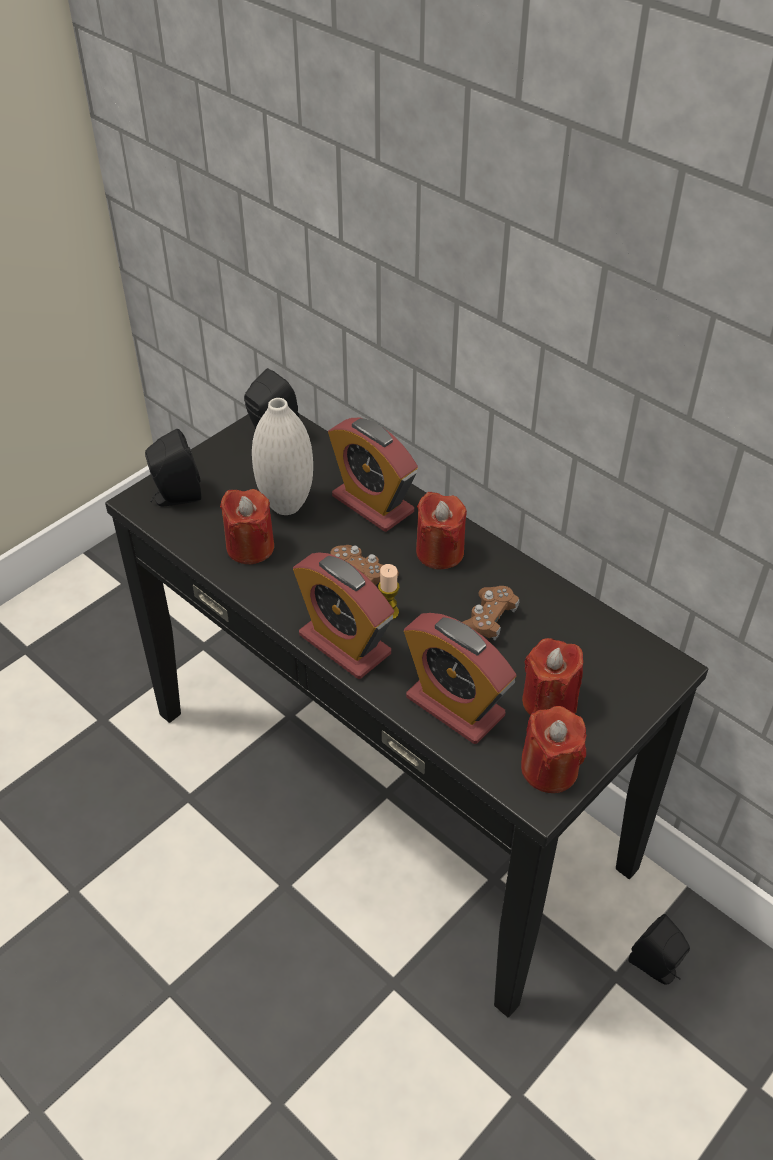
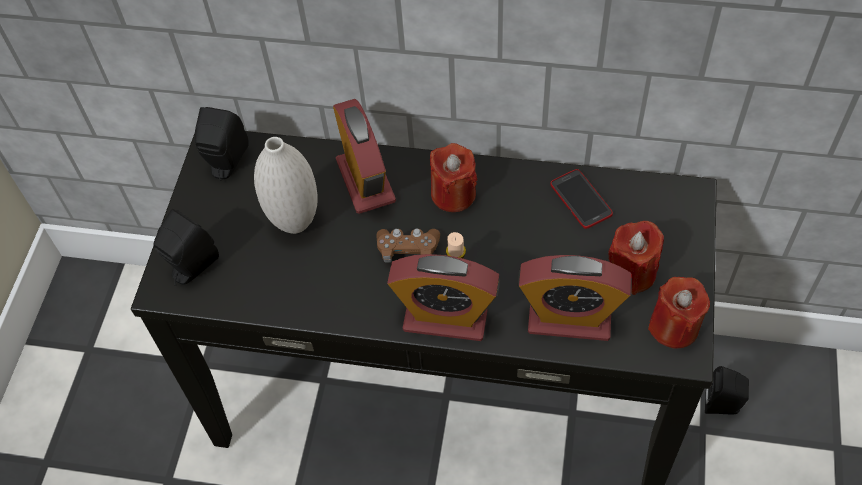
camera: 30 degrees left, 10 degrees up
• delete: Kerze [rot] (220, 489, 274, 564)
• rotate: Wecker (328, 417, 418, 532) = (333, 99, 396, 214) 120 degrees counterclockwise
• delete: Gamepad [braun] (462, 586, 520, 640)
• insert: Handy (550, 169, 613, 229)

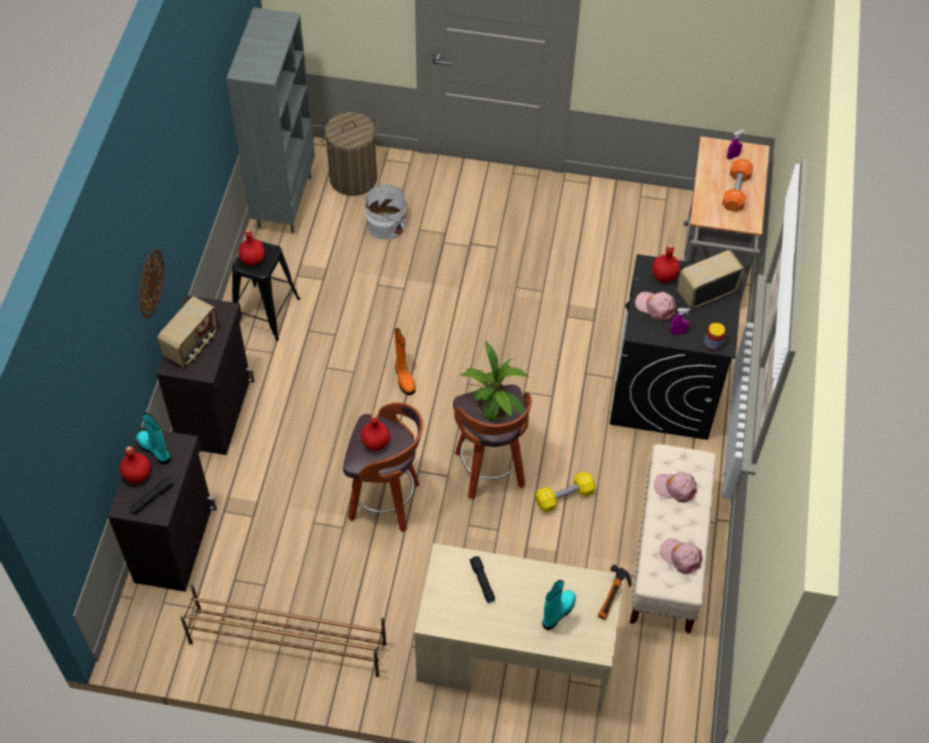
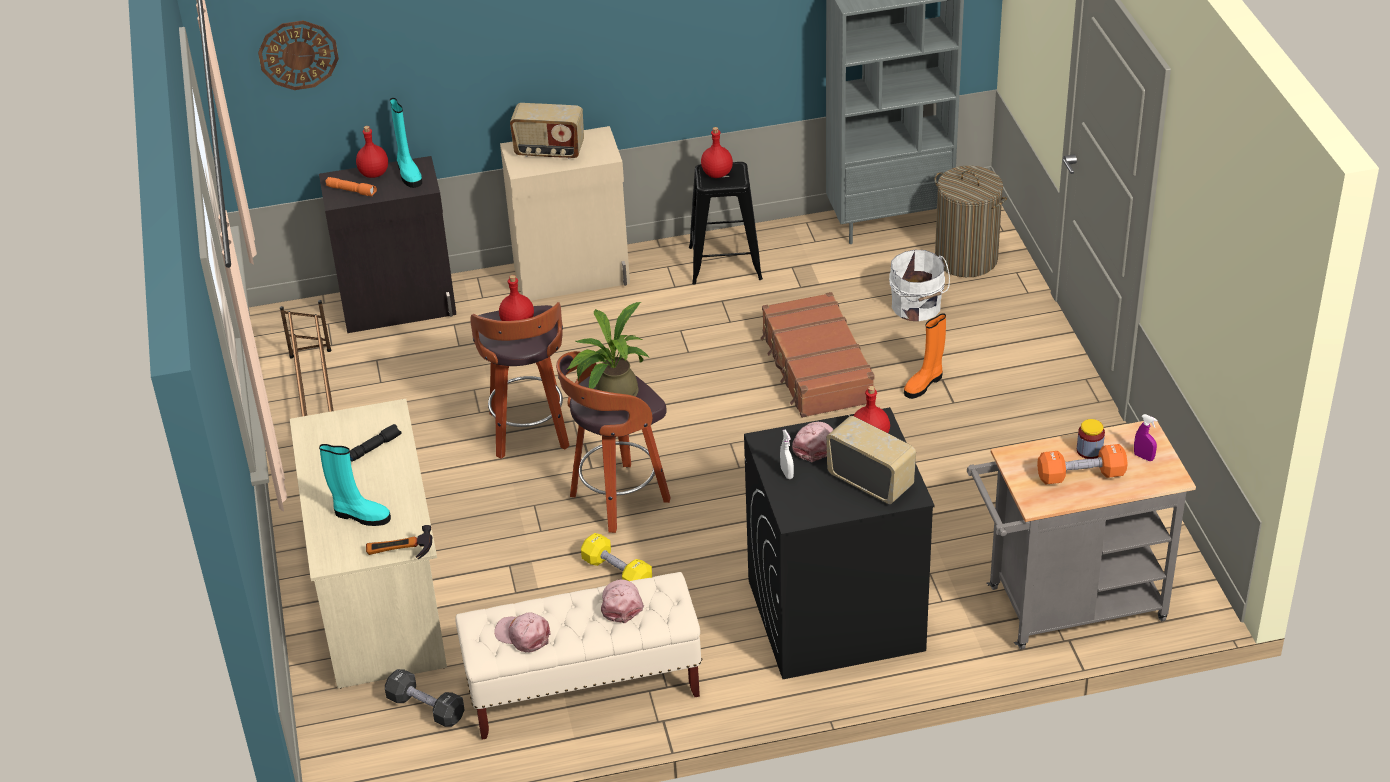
camera: 70 degrees right, 15 degrees down
• recolor: Taschenlampe [schwarz] (130, 478, 174, 515) to Taschenlampe [orange] (325, 177, 377, 196)
• rotate: Stiefel [türkis] (136, 413, 170, 465) = (390, 98, 422, 188) 135 degrees clockwise
• move: Wanduhr (140, 249, 164, 318) to (258, 20, 339, 90)
• recolor: Schrank [schwarz] (157, 295, 255, 455) to Schrank [beige] (500, 126, 630, 301)
• move: Stiefel [orange] (395, 328, 415, 395) to (904, 313, 946, 399)
• rotate: Kappe [rosa] (660, 539, 703, 574) = (494, 612, 550, 652) 75 degrees counterclockwise
• recolor: Sprühflasche [lila] (670, 308, 690, 335) to Sprühflasche [weiß] (780, 430, 794, 479)
• move: Vorratsglas (704, 323, 726, 351) to (1077, 419, 1105, 459)
• insert: Hantel [schwarz] (385, 669, 464, 727)
• insert: Koffer [braun] (761, 292, 875, 418)

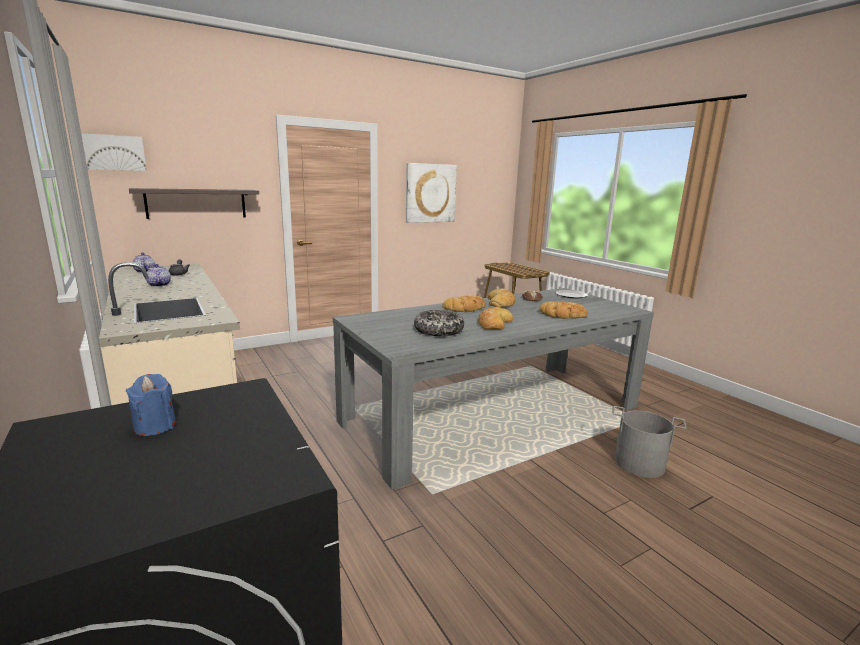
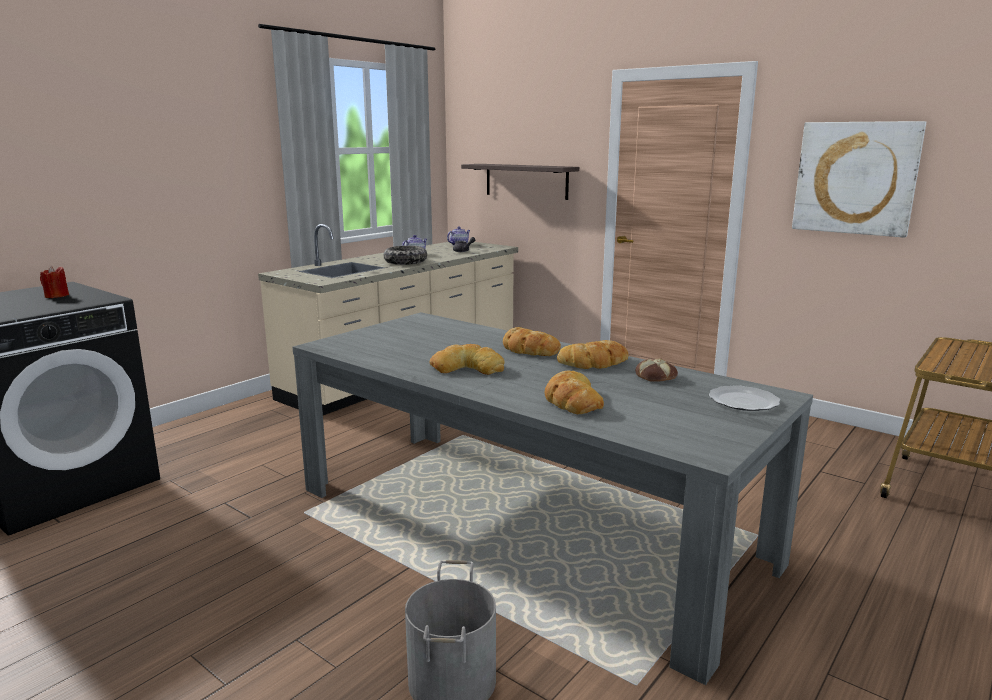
camera: 70 degrees right, 0 degrees up
• delete: Bild (82, 133, 147, 171)
• recolor: Kerze [blau] (126, 374, 176, 436) to Kerze [rot] (40, 265, 69, 298)
• move: Schüssel (414, 310, 464, 337) to (384, 246, 427, 265)

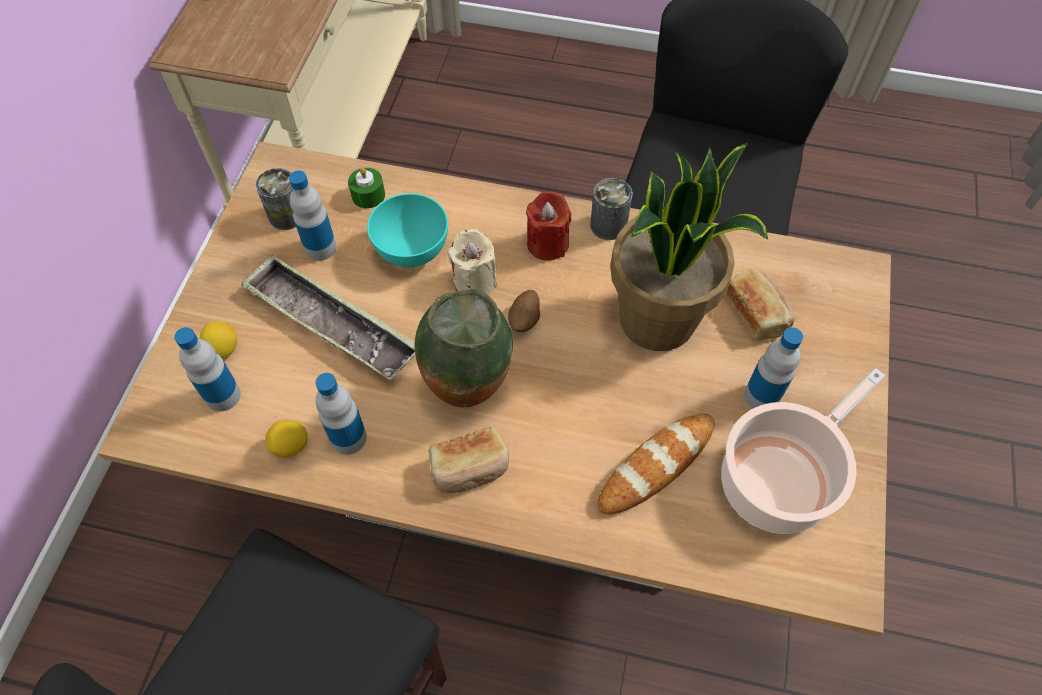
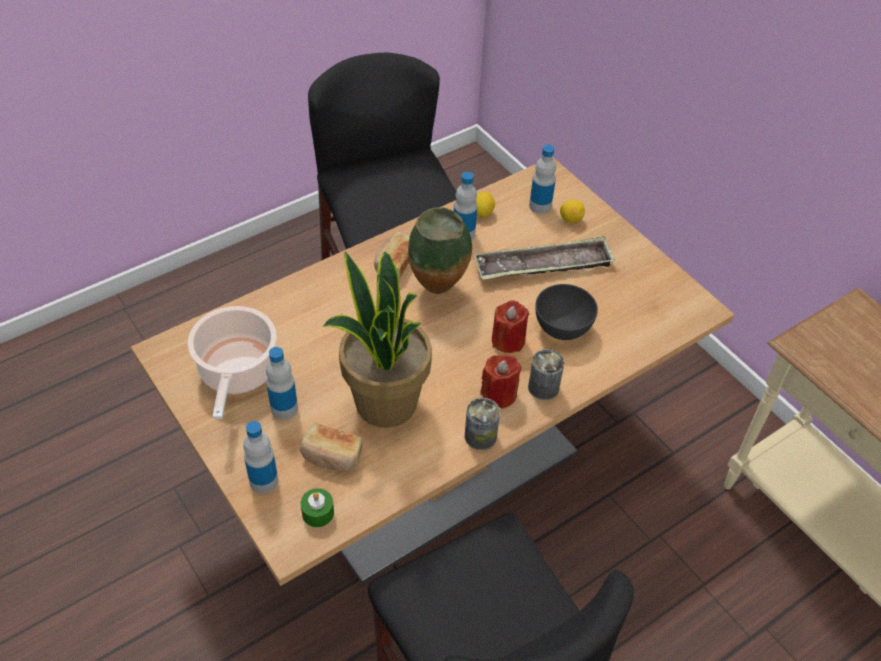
camera: 130 degrees right, 10 degrees down
• move: Dose (256, 168, 296, 230) to (528, 349, 564, 400)
• move: Flasche (289, 170, 337, 261) to (243, 421, 278, 493)
• move: Kerze [grün] (348, 167, 385, 208) to (301, 488, 334, 527)
• recolor: Schüssel [türkis] (367, 193, 448, 267) to Schüssel [grau] (535, 284, 598, 340)
• recolor: Kerze [beige] (447, 229, 497, 295) to Kerze [rot] (492, 300, 529, 353)
• delete: Kartoffel (508, 290, 540, 332)
• delete: Brot (597, 414, 715, 514)

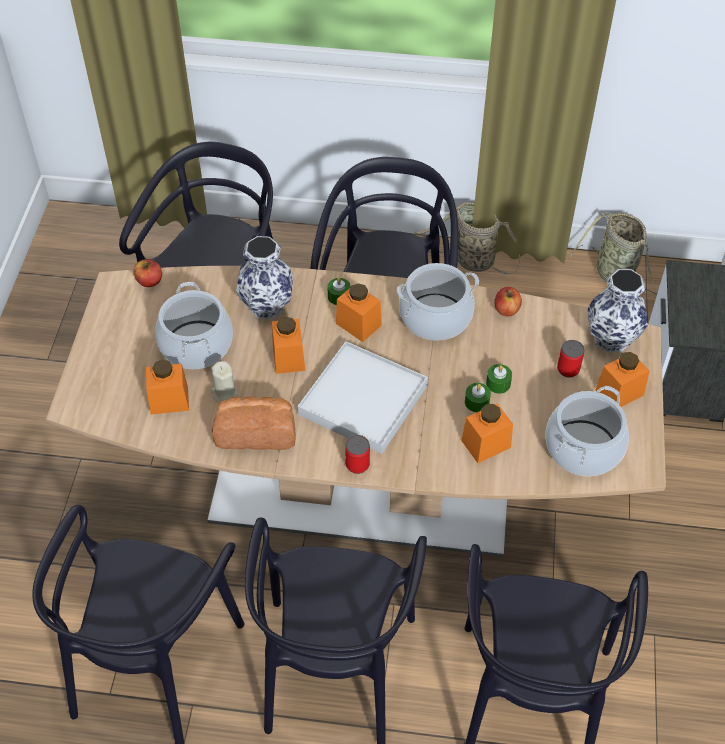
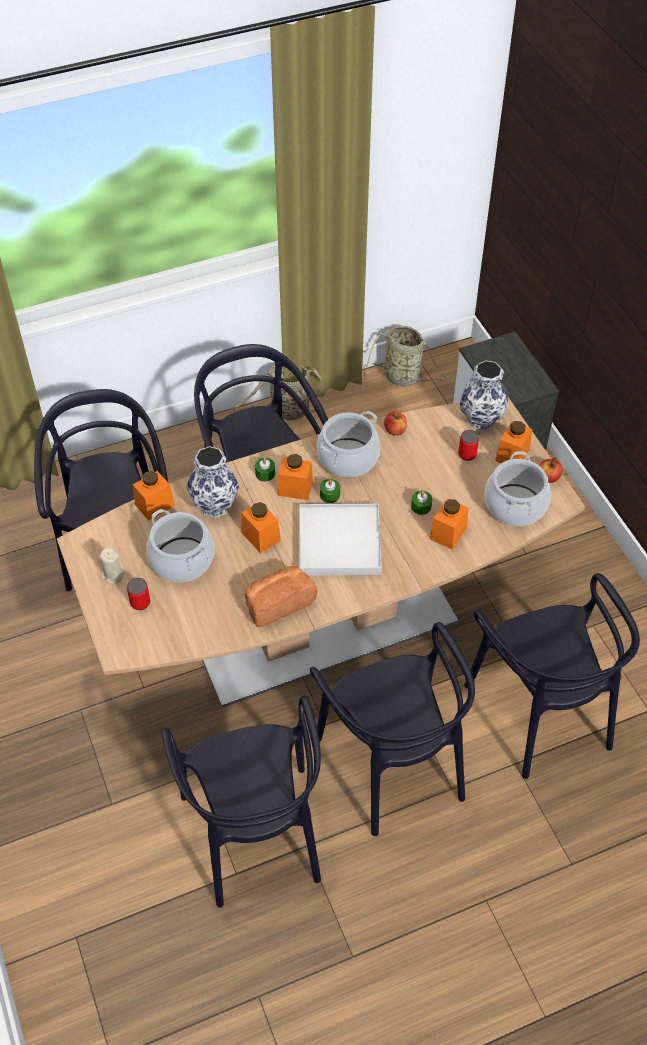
camera: 30 degrees left, 0 degrees up
• move: Apfel (133, 259, 162, 287) to (539, 459, 563, 483)
• move: Vorratsglas [orange] (146, 360, 189, 415) to (133, 471, 175, 521)
• move: Kerze [beige] (211, 361, 238, 403) to (99, 548, 125, 584)
• move: Dose (345, 435, 370, 474) to (127, 578, 150, 610)
• move: Kerze [grün] (486, 364, 512, 394) to (320, 479, 340, 503)

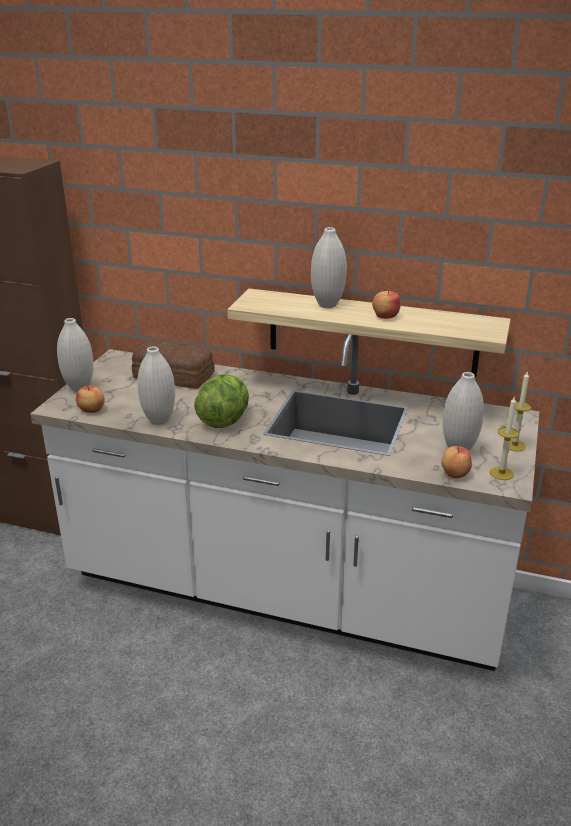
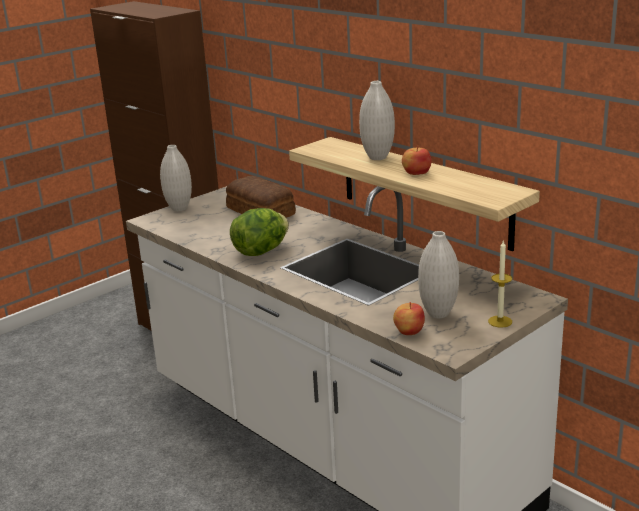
camera: 30 degrees right, 5 degrees down
• delete: Apfel (76, 386, 105, 413)
• delete: Vase [weiß] (137, 346, 175, 425)
• delete: Kerze (490, 397, 519, 480)

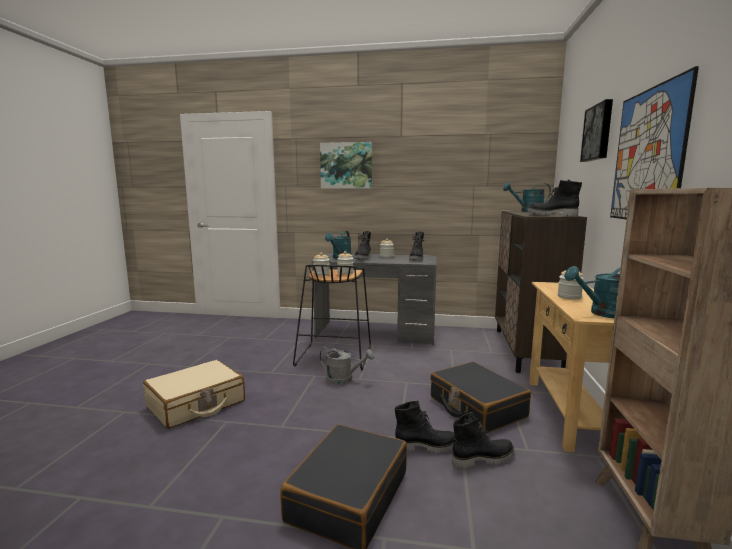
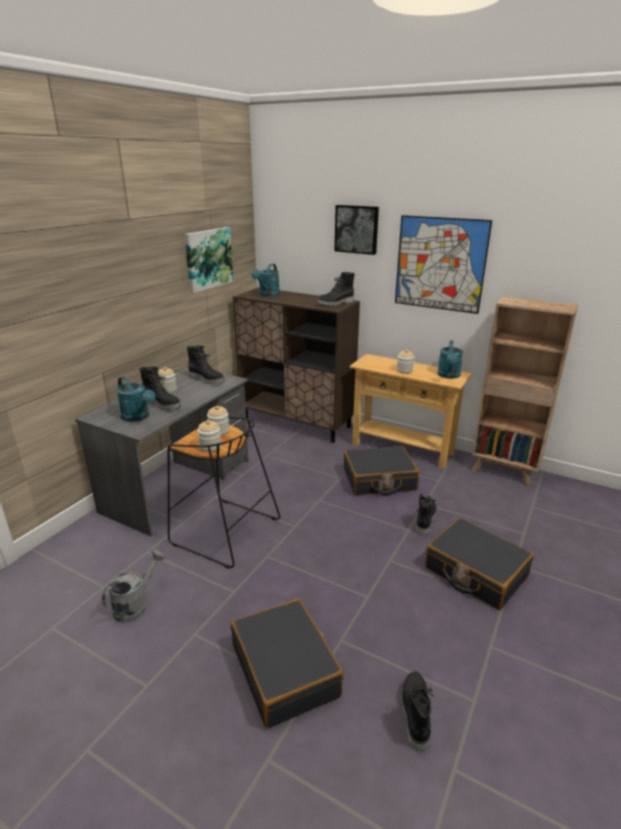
camera: 70 degrees left, 15 degrees up
• recolor: Koffer [beige] (143, 360, 245, 429) to Koffer [schwarz] (231, 598, 344, 728)
• move: Bild (320, 142, 372, 189) to (184, 227, 233, 293)
• move: Gießkanne [grau] (320, 346, 374, 385) to (102, 550, 165, 623)
• move: Stiefel [schwarz] (452, 412, 515, 469) to (401, 672, 434, 752)

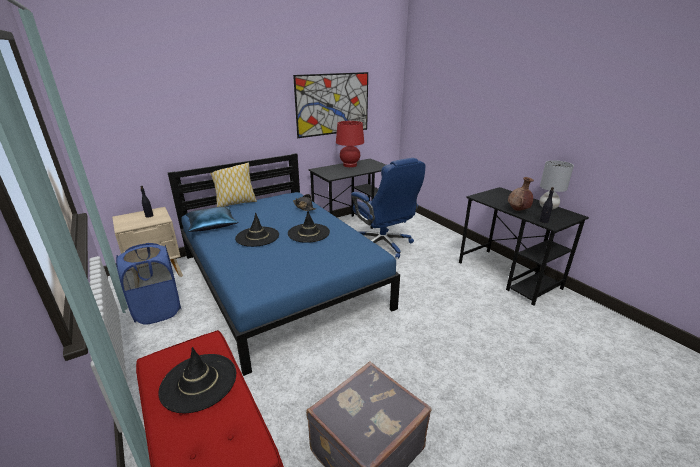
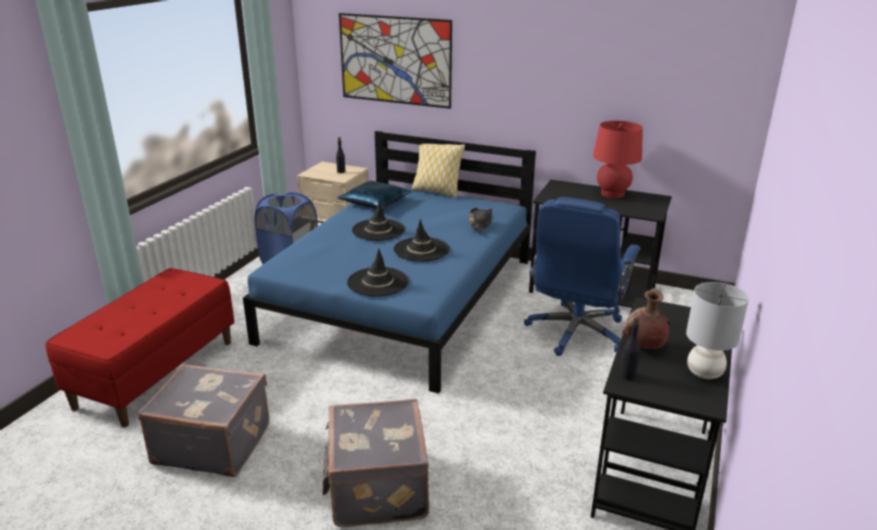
camera: 55 degrees right, 0 degrees up
• move: Hut [schwarz] (158, 347, 236, 413) to (347, 249, 409, 297)
• move: Bild (293, 72, 368, 138) to (339, 13, 452, 109)
• insert: Koffer [grau] (322, 399, 429, 527)

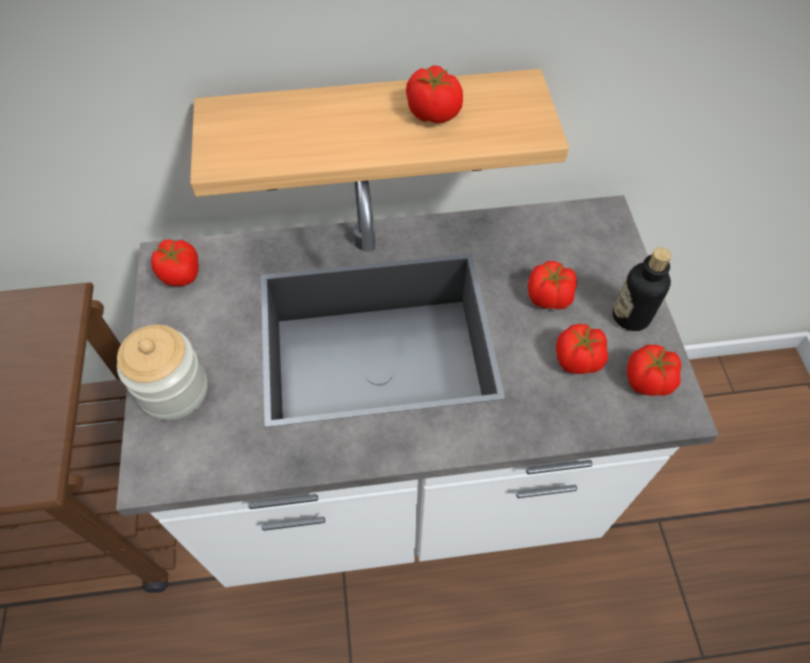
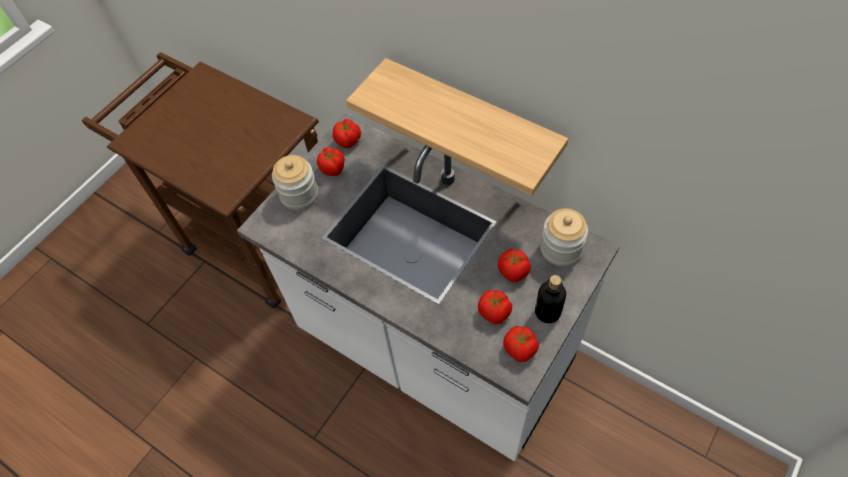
camera: 45 degrees right, 0 degrees up
• move: Tomate (406, 65, 463, 123) to (317, 147, 345, 176)
• insert: Vorratsglas (540, 208, 588, 266)

